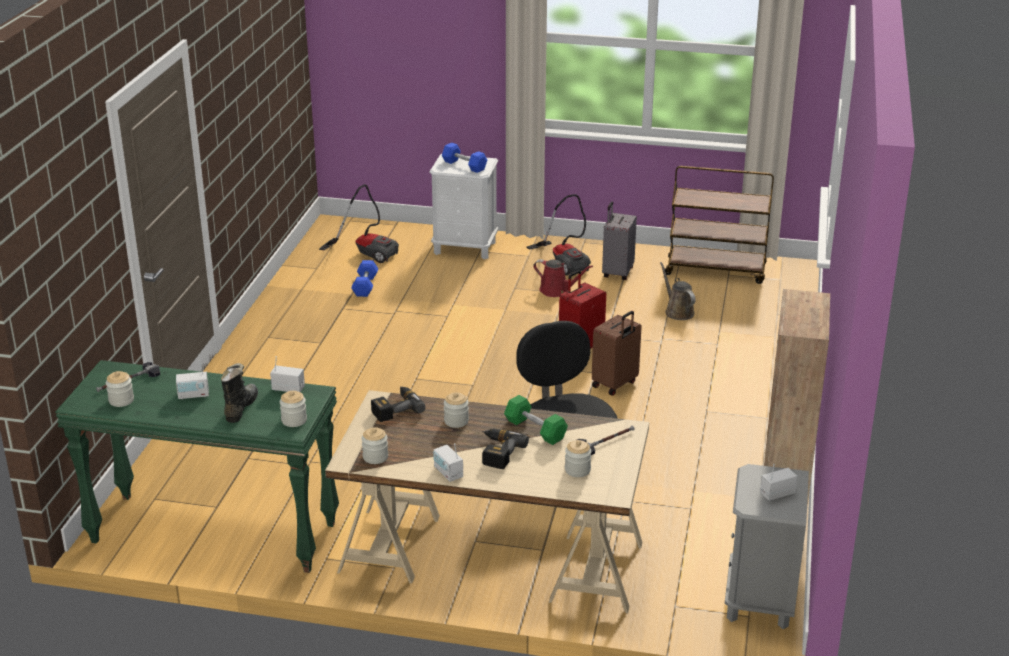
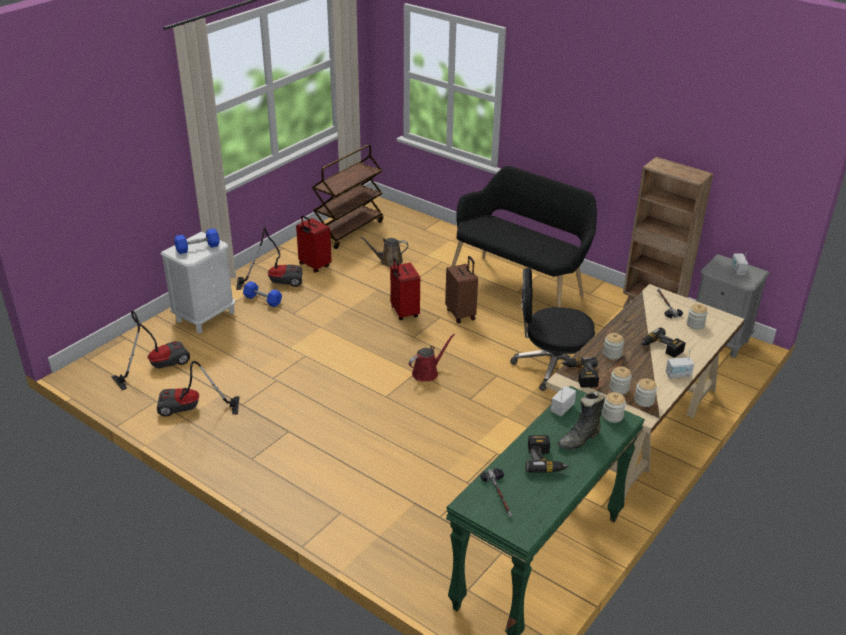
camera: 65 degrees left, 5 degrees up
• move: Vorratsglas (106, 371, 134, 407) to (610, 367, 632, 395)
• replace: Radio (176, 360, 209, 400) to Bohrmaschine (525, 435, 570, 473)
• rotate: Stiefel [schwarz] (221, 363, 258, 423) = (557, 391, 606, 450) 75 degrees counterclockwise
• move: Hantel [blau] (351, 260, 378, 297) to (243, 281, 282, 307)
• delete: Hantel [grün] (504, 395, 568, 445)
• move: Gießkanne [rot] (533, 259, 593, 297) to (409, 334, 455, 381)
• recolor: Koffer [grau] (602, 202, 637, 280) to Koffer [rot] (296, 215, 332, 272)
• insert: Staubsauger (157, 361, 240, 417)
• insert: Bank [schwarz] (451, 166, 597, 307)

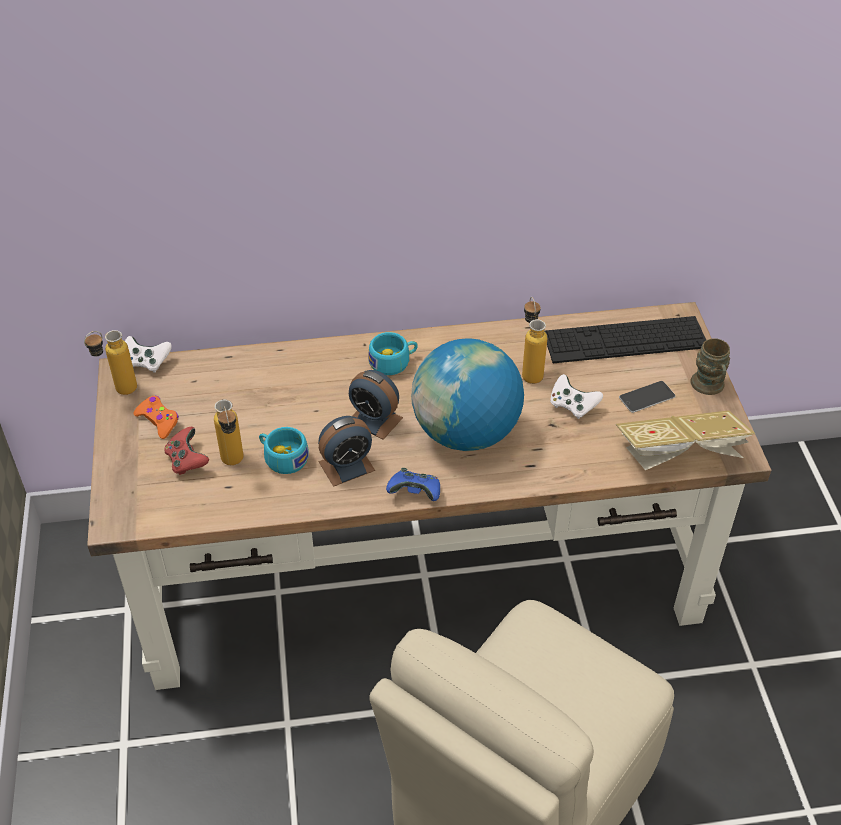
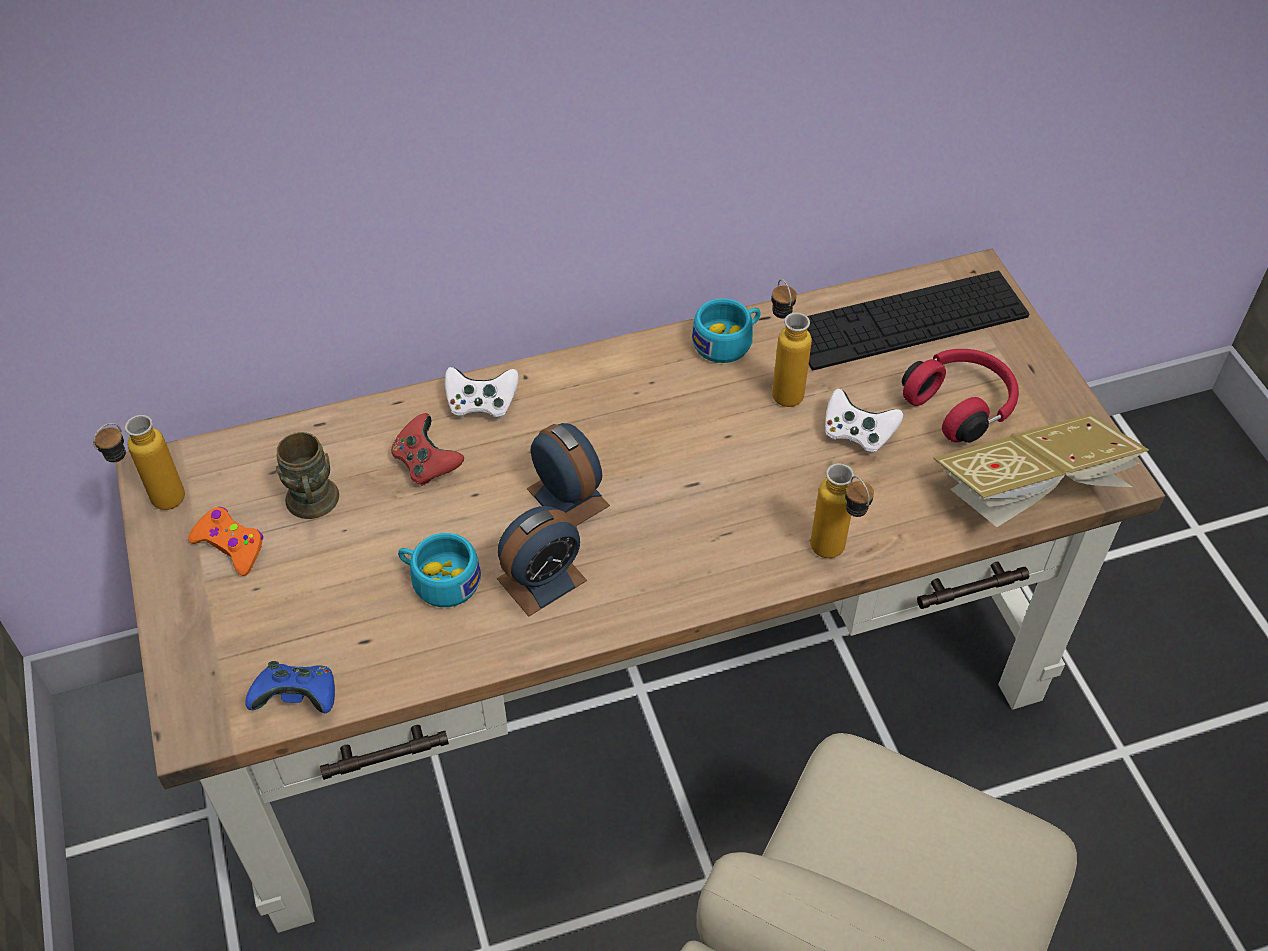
camera: 10 degrees left, 5 degrees up
• move: Gamepad [weiß] (125, 336, 172, 373) to (445, 367, 519, 419)
• move: Gamepad [rot] (164, 427, 209, 475) to (391, 413, 464, 486)
• move: Flasche (214, 400, 244, 465) to (810, 463, 874, 558)
• rotate: Wecker (349, 370, 403, 440) = (527, 423, 610, 526) 150 degrees counterclockwise
• move: Tasse [türkis] (368, 332, 418, 375) to (692, 298, 760, 363)
• move: Gamepad [blau] (386, 468, 440, 501) to (245, 661, 335, 713)
• delete: Globus (411, 338, 524, 451)
• replace: Handy (619, 381, 676, 413) to Kopfhörer [rot] (902, 349, 1019, 443)
• move: Henkelbecher [braun] (690, 338, 730, 395) to (276, 432, 339, 519)

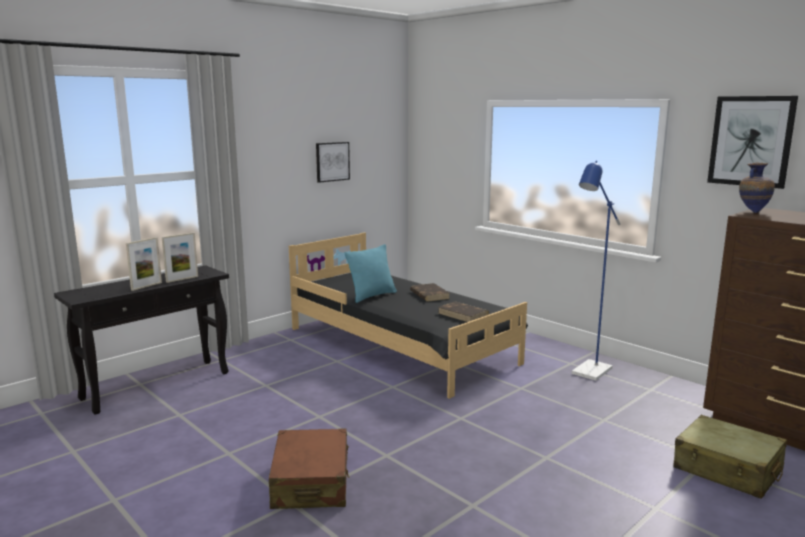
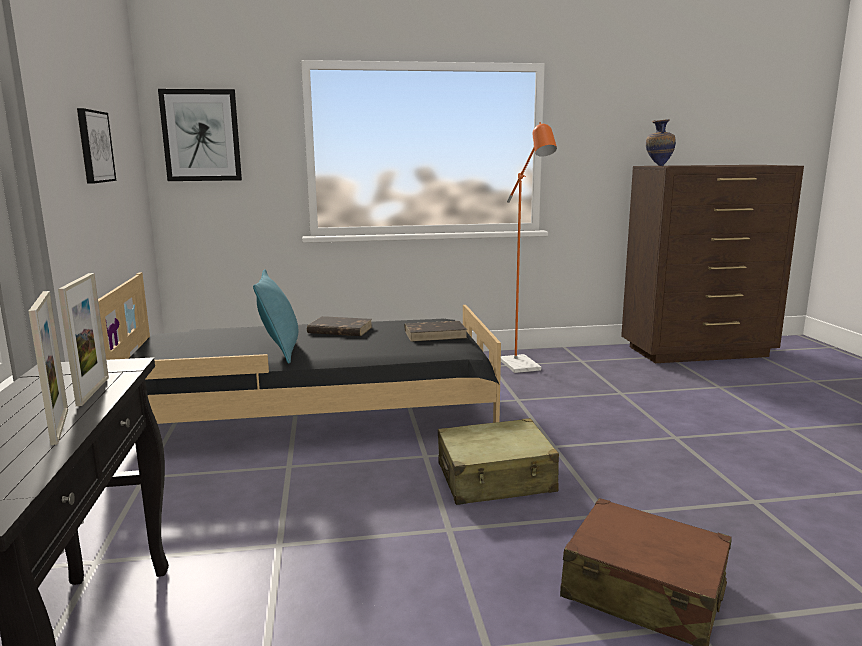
camera: 55 degrees left, 0 degrees up
• recolor: Stehlampe [blau] (572, 161, 620, 381) to Stehlampe [orange] (501, 122, 557, 373)
• move: Koffer [beige] (674, 415, 787, 499) to (438, 418, 559, 505)
• move: Bild (707, 96, 798, 189) to (158, 89, 242, 181)

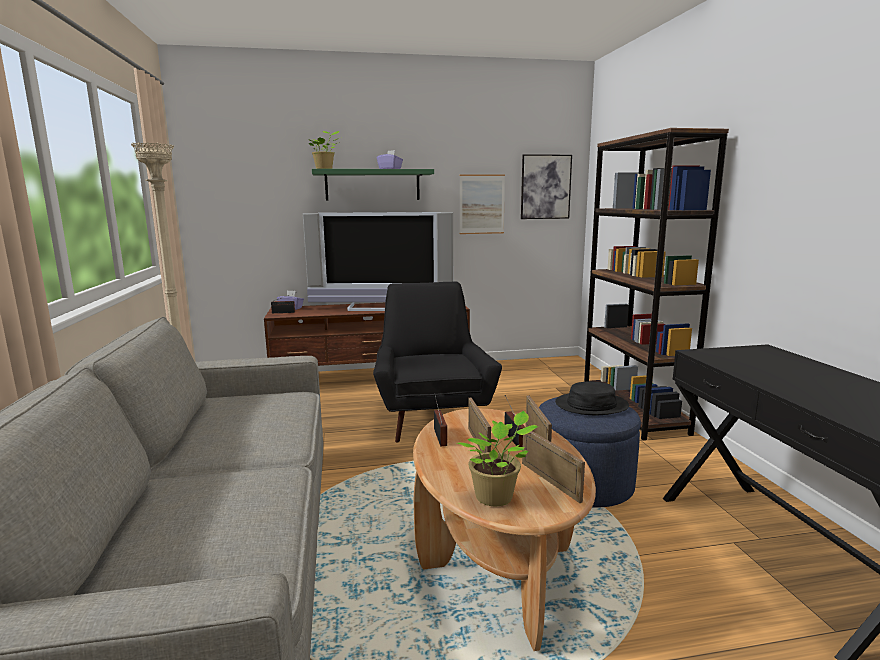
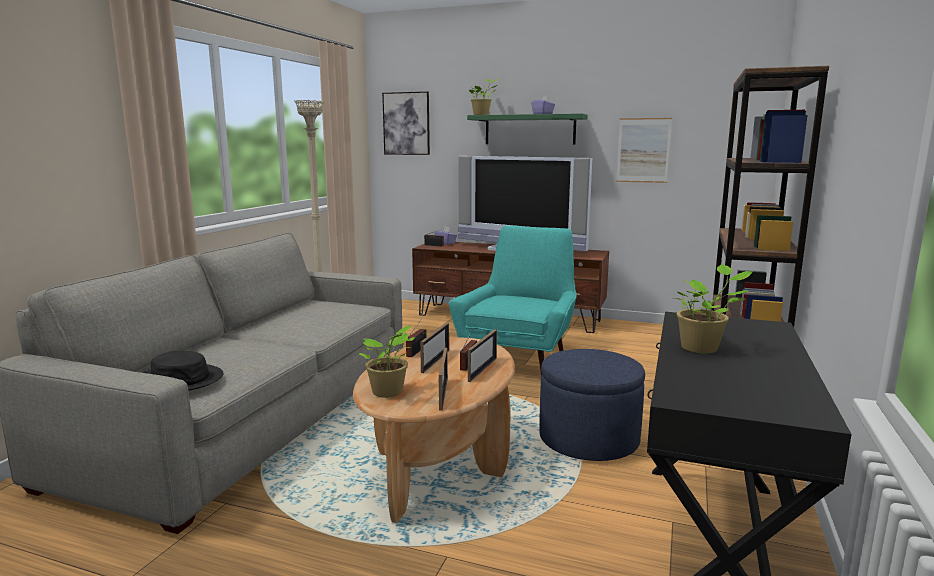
camera: 30 degrees right, 0 degrees up
• recolor: Sessel [schwarz] (373, 281, 502, 442) to Sessel [türkis] (449, 225, 577, 376)
• move: Bild (521, 154, 572, 219) to (382, 91, 430, 155)
• move: Hut [schwarz] (555, 382, 629, 415) to (143, 351, 223, 391)
• insert: Topfpflanze (673, 264, 753, 353)

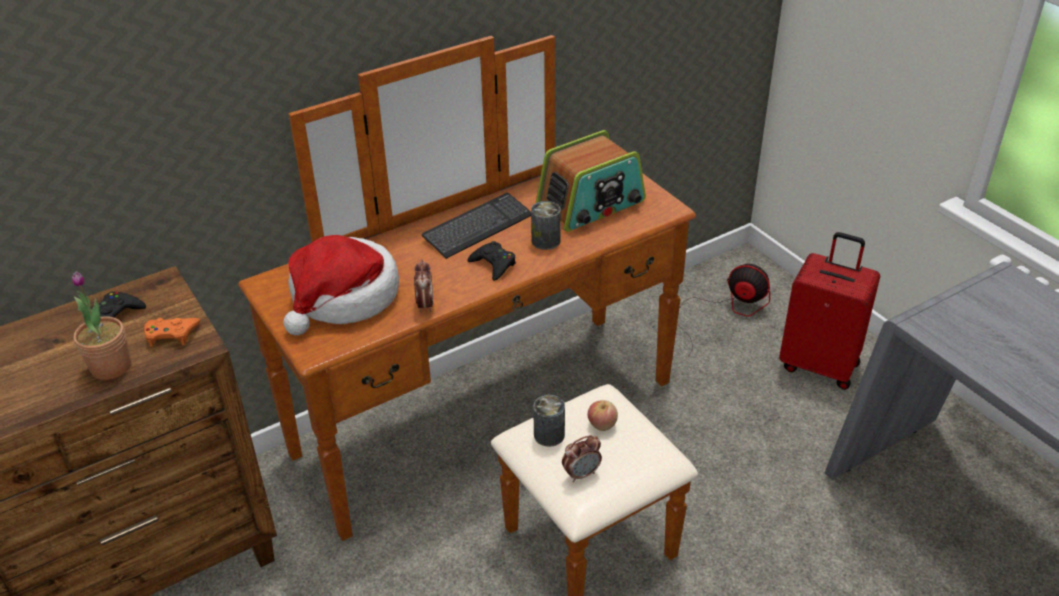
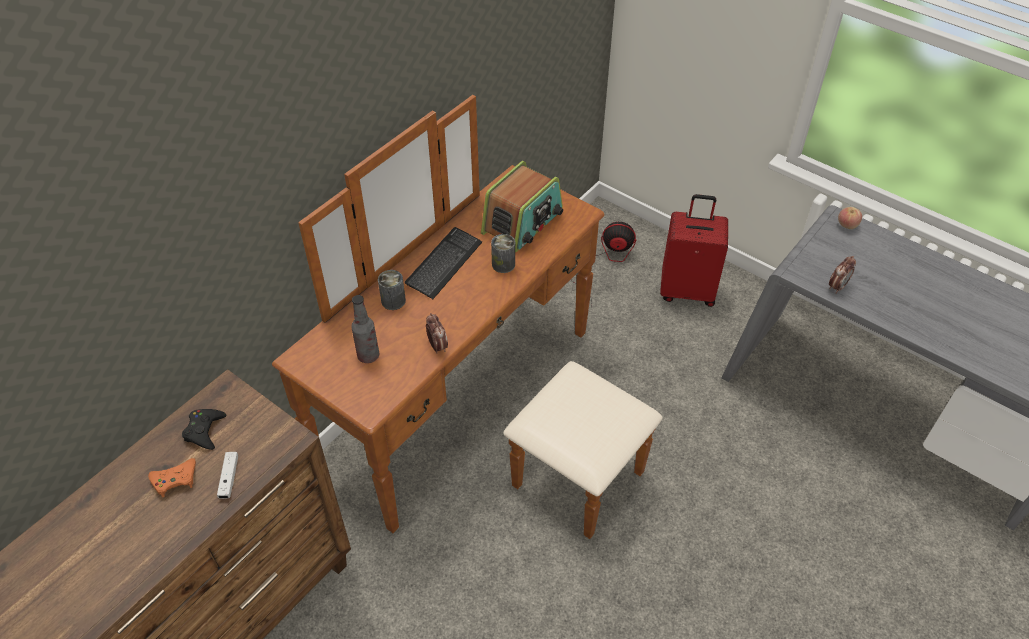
camera: 20 degrees left, 10 degrees up
• replace: Topfpflanze (72, 271, 131, 380) to Gamepad [weiß] (217, 452, 238, 499)
• move: Gamepad [orange] (144, 318, 200, 347) to (148, 458, 196, 497)
• replace: Hut (283, 235, 399, 336) to Flasche (351, 295, 379, 363)
• delete: Gamepad [schwarz] (468, 241, 516, 281)
• move: Dose (533, 395, 565, 447) to (378, 270, 406, 310)
• move: Wecker (562, 435, 602, 482) to (829, 256, 856, 294)
• move: Apfel (588, 400, 618, 431) to (838, 207, 862, 229)

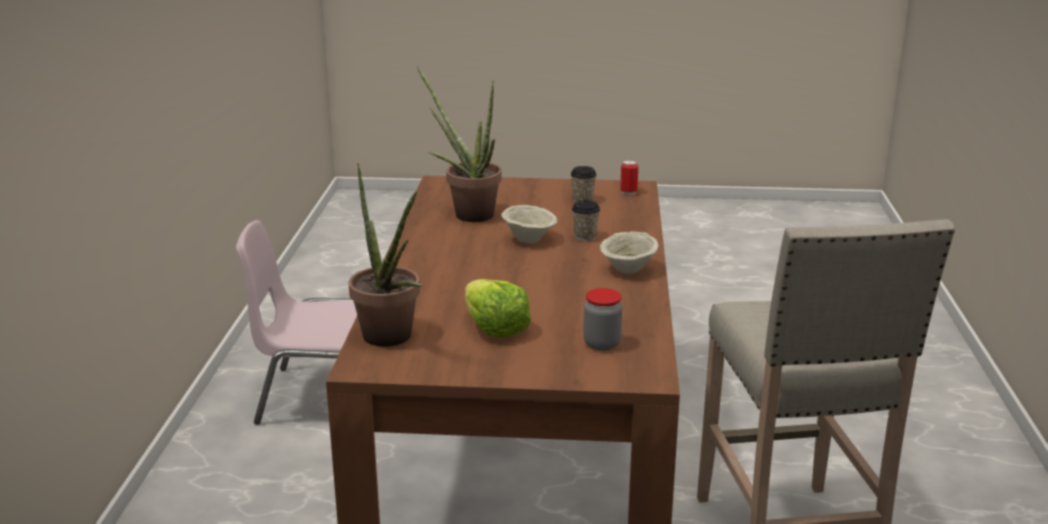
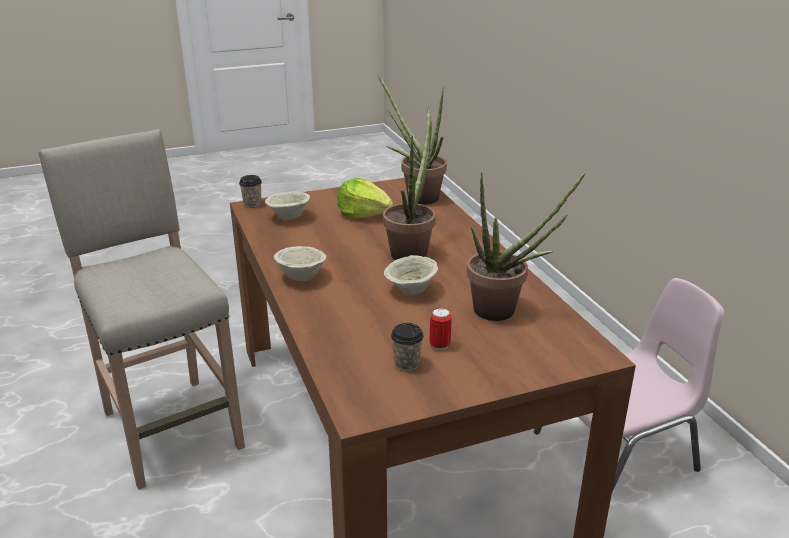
camera: 155 degrees right, 5 degrees up
• move: Tasse (572, 200, 600, 241) to (239, 175, 262, 208)
• replace: Vorratsglas (583, 288, 622, 351) to Schüssel [beige] (265, 191, 310, 220)
• move: Dose (620, 160, 638, 195) to (430, 308, 452, 351)
• insert: Topfpflanze (383, 106, 436, 260)

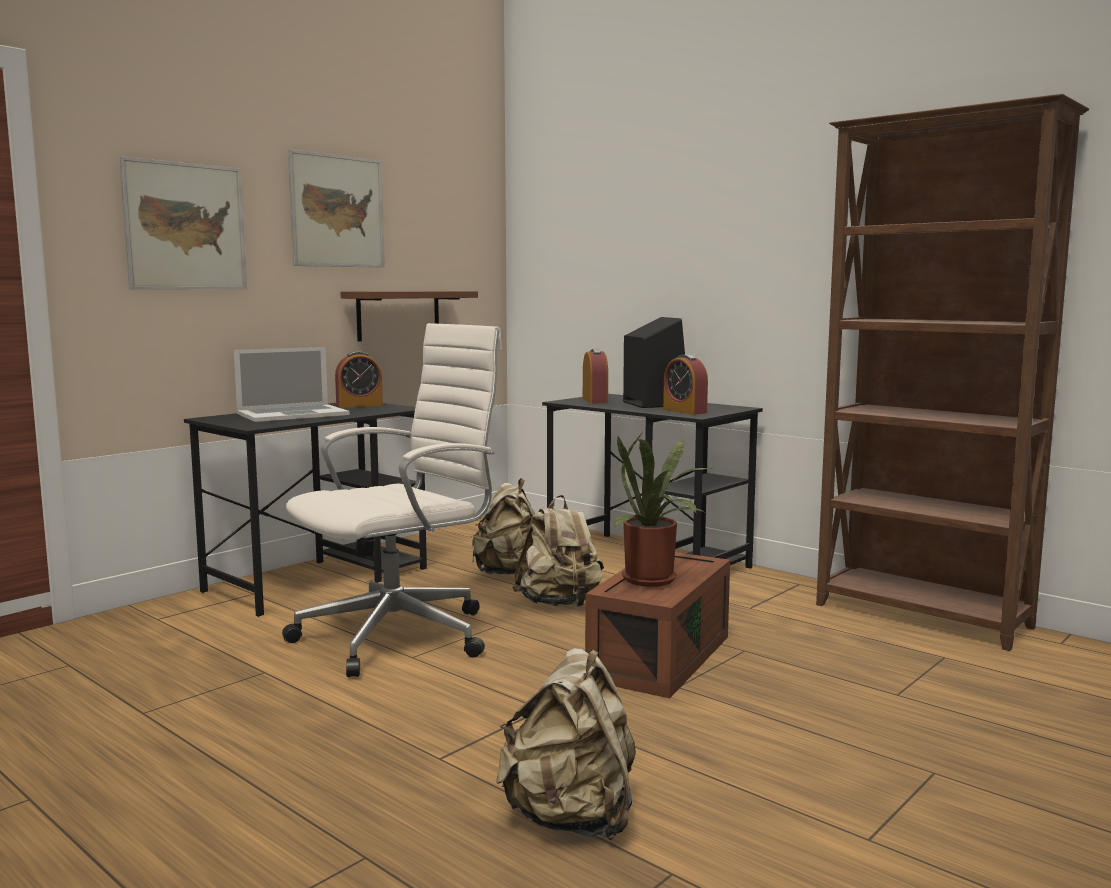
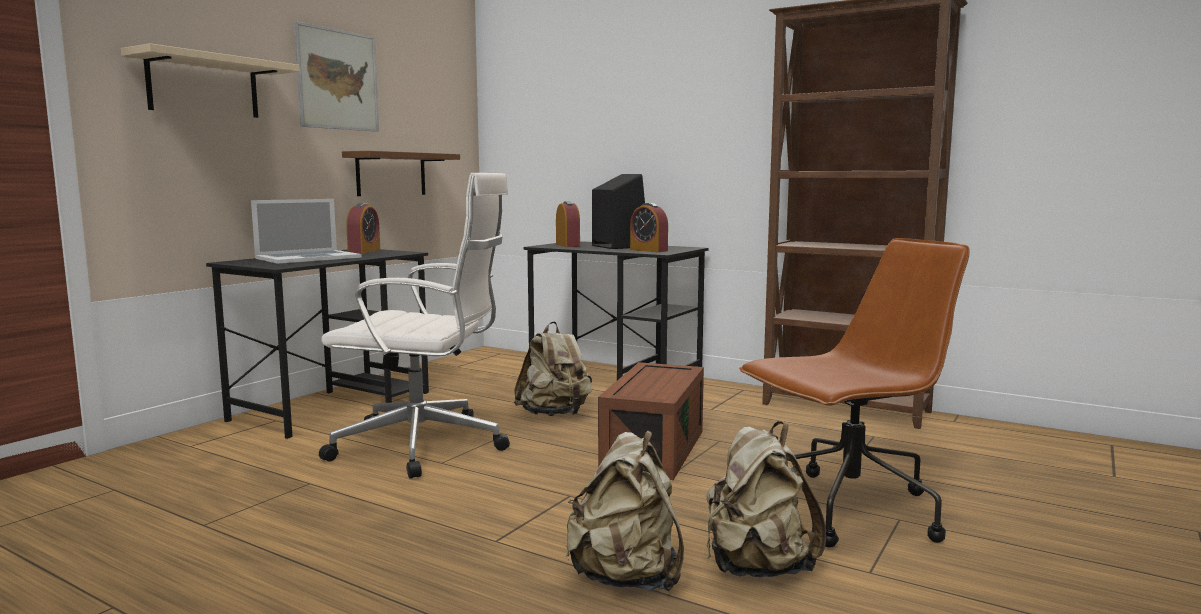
camera: 10 degrees left, 0 degrees up
• replace: Bild (119, 156, 247, 290) to Wandregal [beige] (121, 43, 300, 118)
• rotate: Bürostuhl [weiß] (282, 323, 502, 677) = (319, 173, 510, 479) 60 degrees clockwise
• rotate: Wecker (335, 351, 383, 408) = (346, 203, 380, 253) 45 degrees counterclockwise
• move: Rucksack [beige] (472, 478, 535, 575) to (707, 421, 826, 577)
• delete: Topfpflanze (614, 433, 713, 587)
• insert: Bürostuhl [braun] (739, 238, 970, 548)

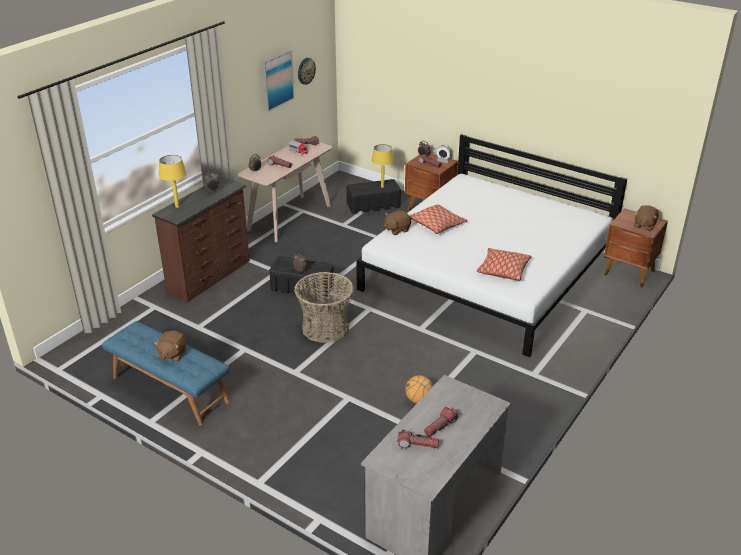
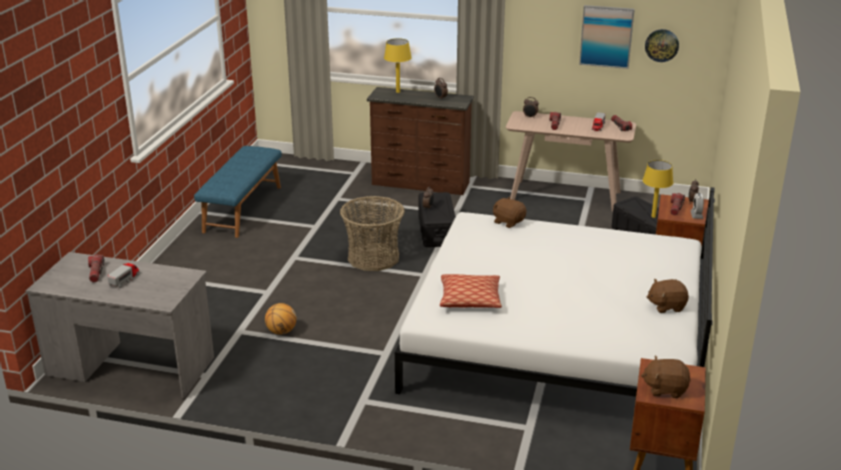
camera: 70 degrees right, 5 degrees down
• move: Plüschtier [braun] (154, 331, 187, 362) to (647, 279, 689, 313)
• delete: Kissen (409, 204, 467, 234)
• replace: Taschenlampe (424, 407, 458, 436) to Spielzeuglaster (107, 263, 139, 288)

